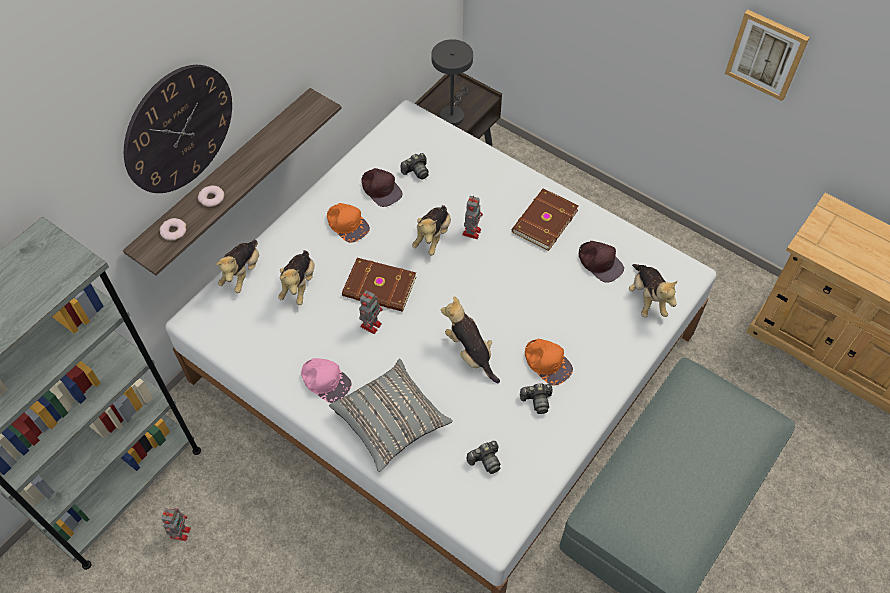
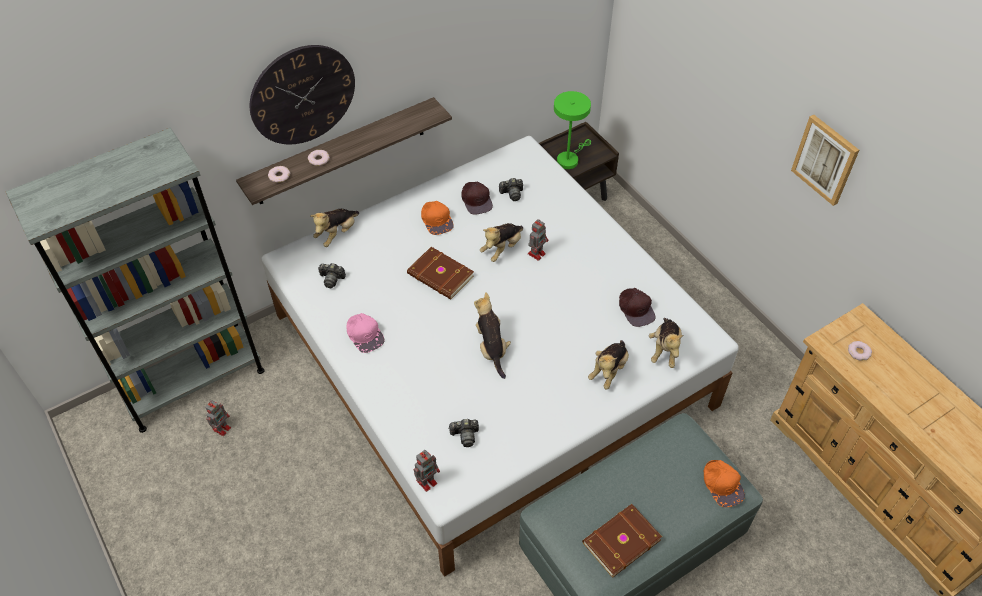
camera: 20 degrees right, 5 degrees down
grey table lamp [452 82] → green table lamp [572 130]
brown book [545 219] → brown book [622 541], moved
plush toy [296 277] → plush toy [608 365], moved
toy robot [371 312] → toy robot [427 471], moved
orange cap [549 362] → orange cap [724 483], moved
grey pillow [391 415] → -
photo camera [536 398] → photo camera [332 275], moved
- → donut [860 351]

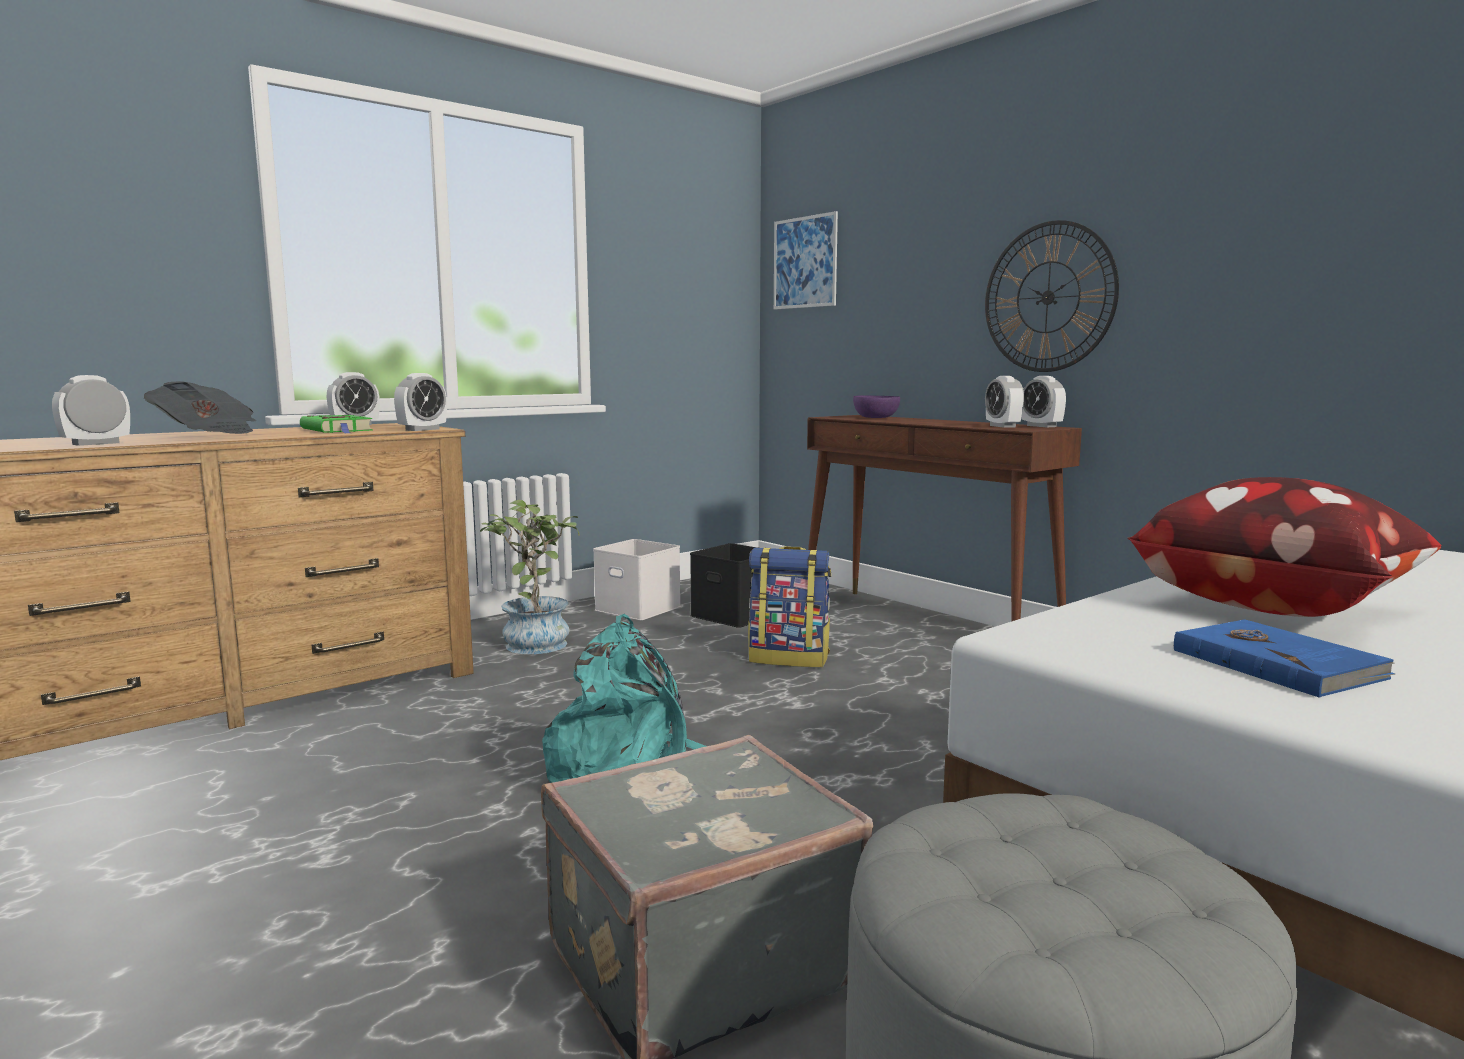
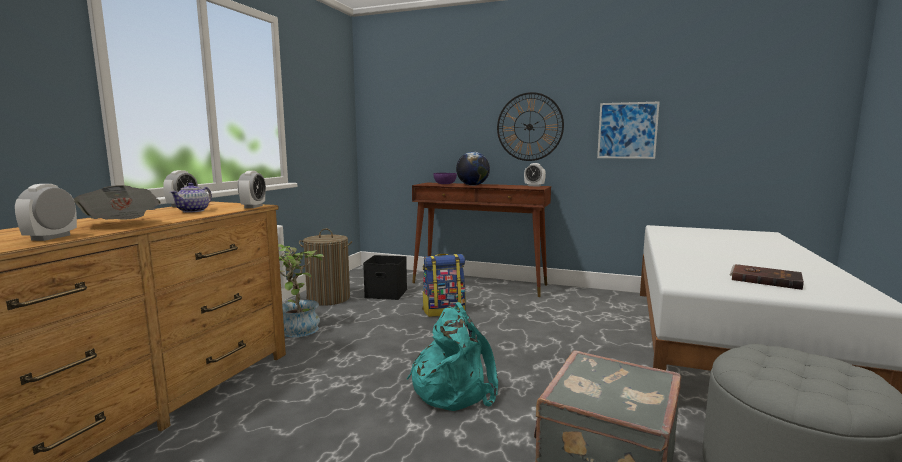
camera: 30 degrees left, 0 degrees up
picture [806 260] → picture [628 130], moved
alarm clock [1004 402] → -
green book [336 424] → teapot [191 198]
pillow [1284 547] → -
white storage box [637 579] → laundry basket [325 267]
blue book [1285 658] → brown book [767 277]
- → globe [473 169]

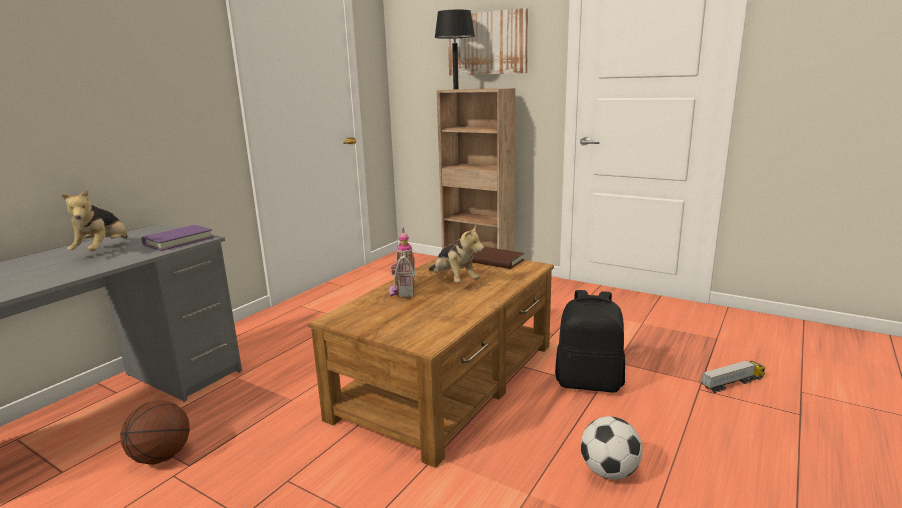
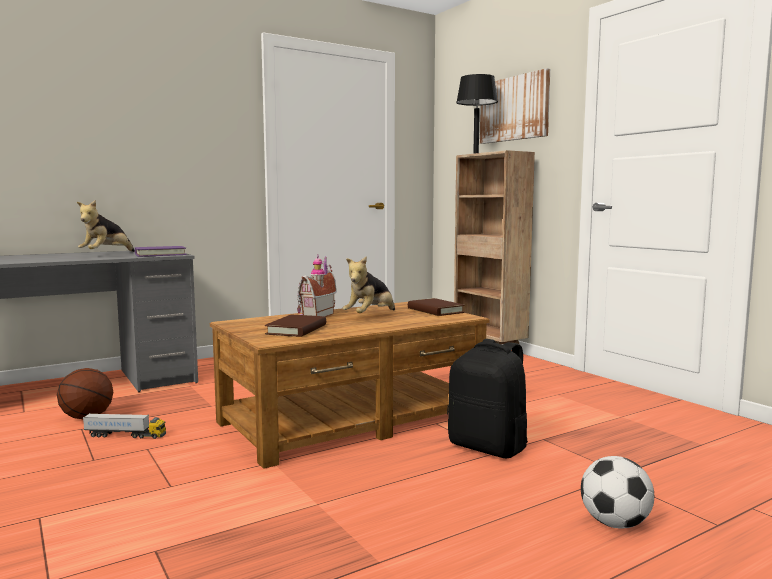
camera: 25 degrees right, 10 degrees down
plush toy [456 254] → plush toy [369 284], 45 degrees clockwise
toy truck [733 376] → toy truck [124 426], moved
football [612 448] → football [617 492], moved
- → brown book [295 326]

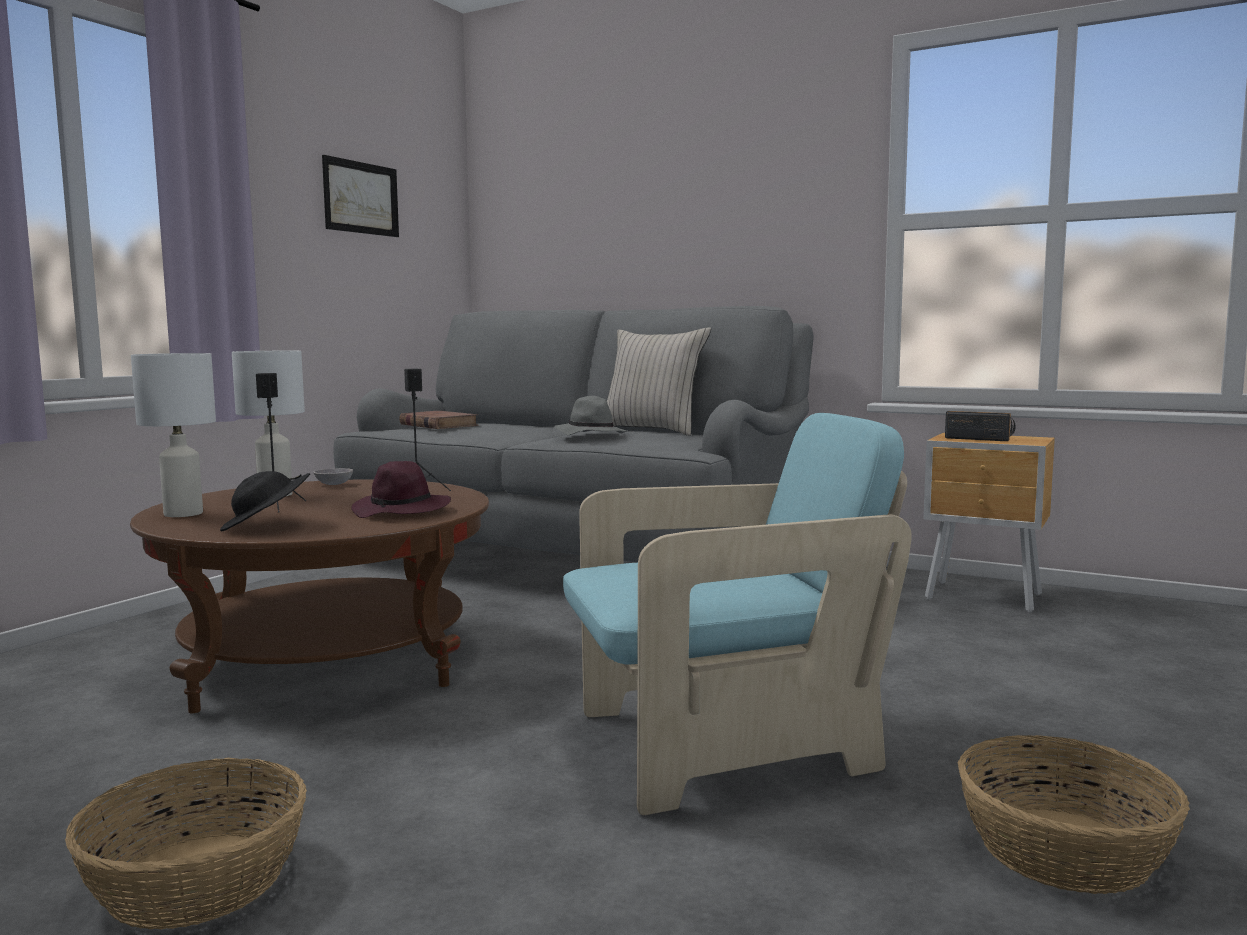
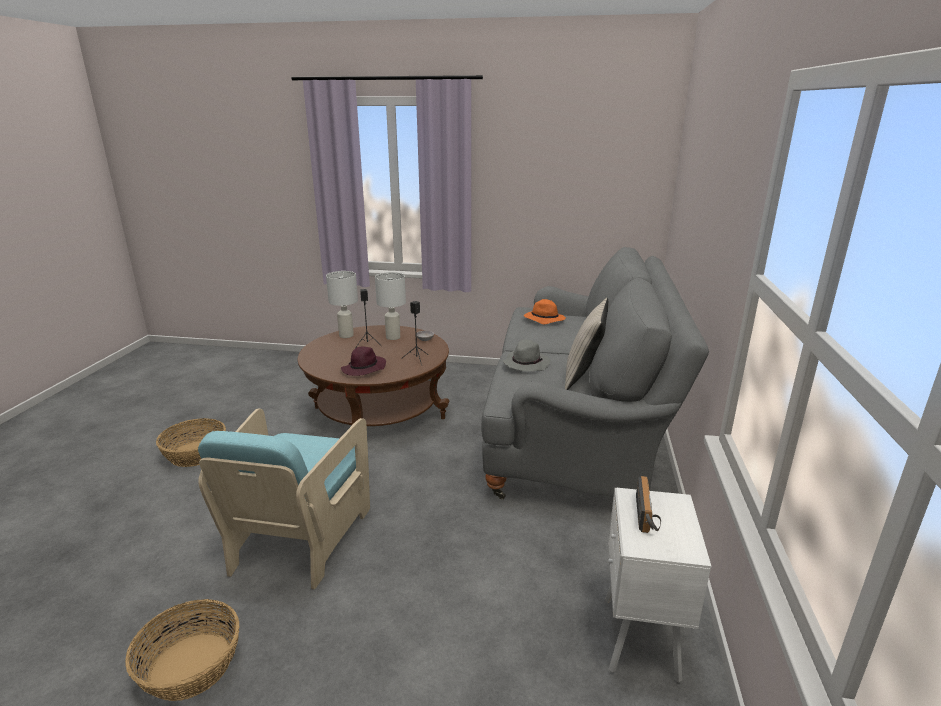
camera: 70 degrees right, 15 degrees up
picture [360 196] → -
brown book [439 420] → orange hat [545 311]
turquoise armchair [737 614] → turquoise armchair [284 499], 45 degrees clockwise
brown nightstand [989 523] → white nightstand [658 585]
black hat [265 501] → -

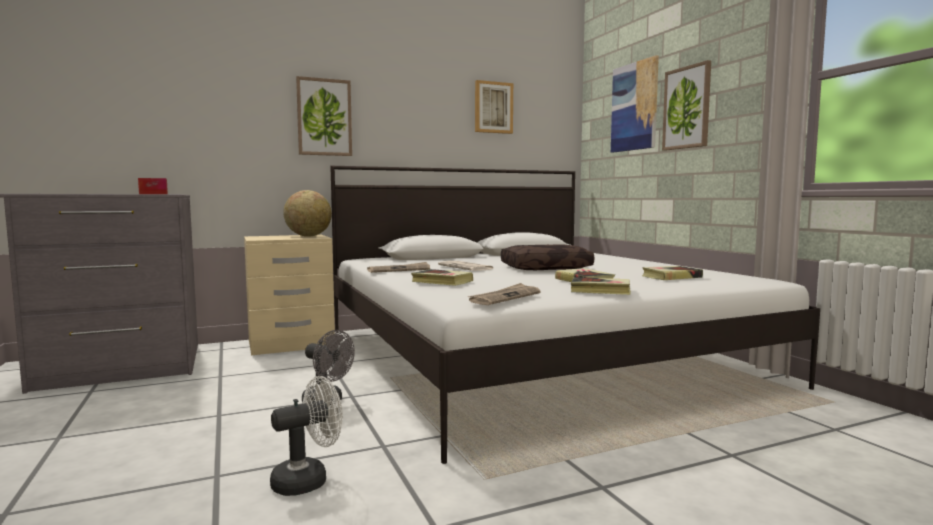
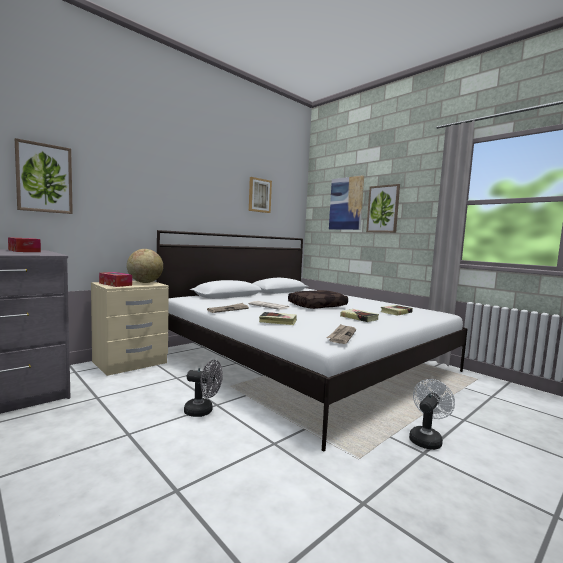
camera: 20 degrees left, 0 degrees up
picture [324 116] → picture [44 176], moved
book [601 286] → -
white fan [306 436] → white fan [432 414], moved
- → tissue box [115 279]

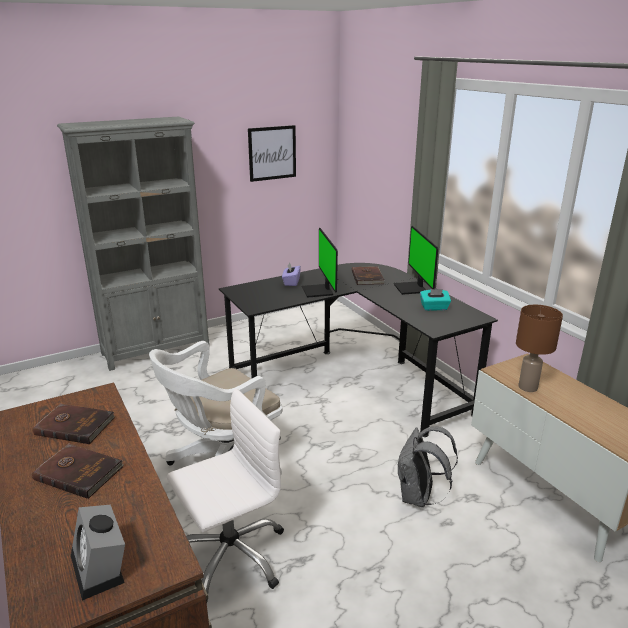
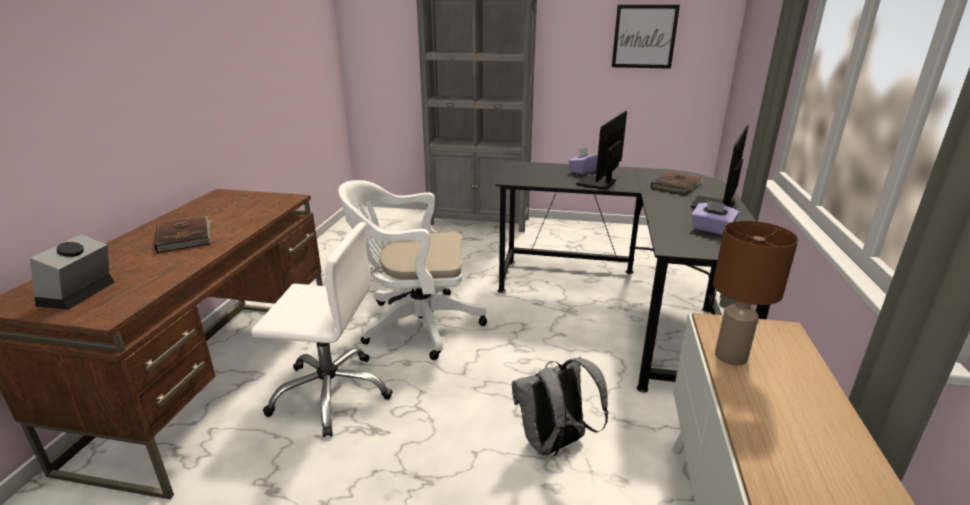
camera: 40 degrees right, 0 degrees up
turquoise tissue box [435 300] → purple tissue box [715 217]
brown book [74 424] → -

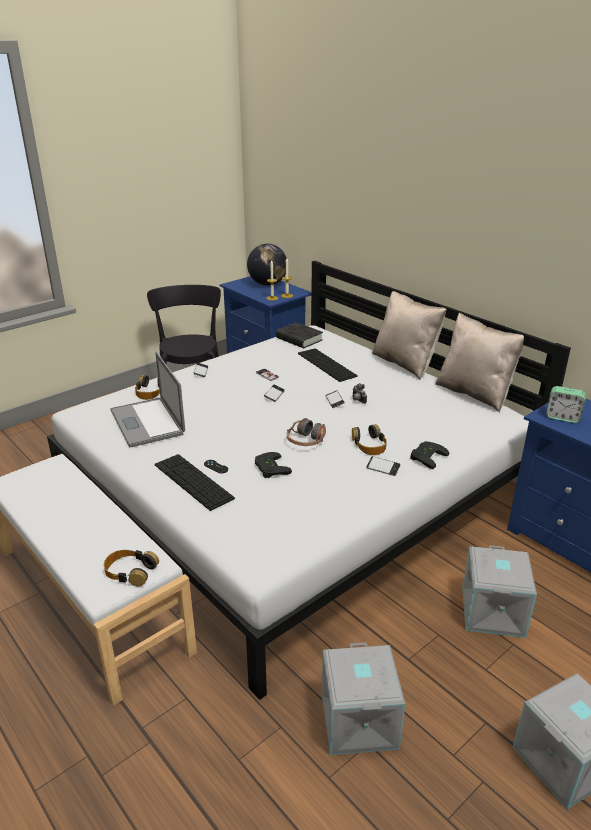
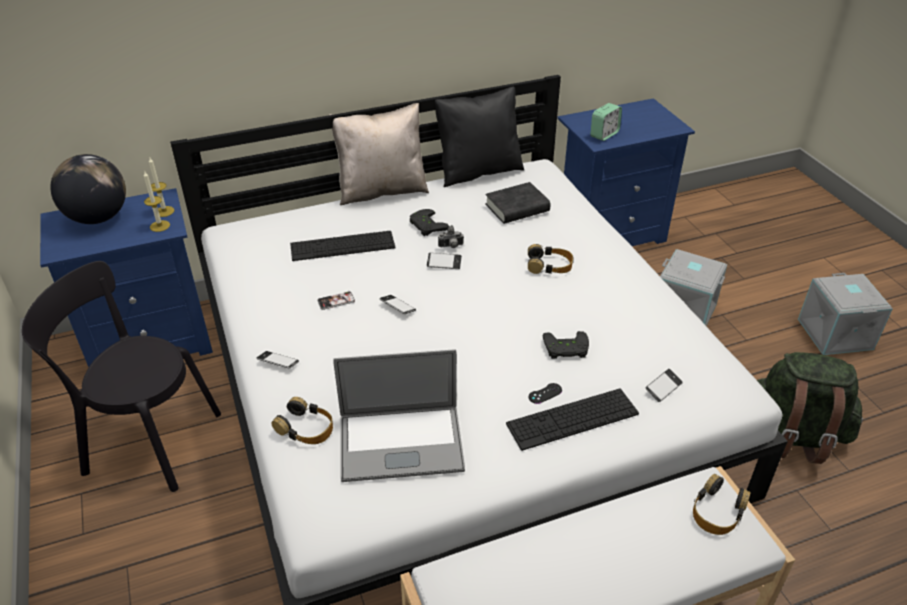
camera: 70 degrees left, 10 degrees up
beige pillow [480 362] → black pillow [479 137]
black book [299 335] → black book [517 203], moved
headphones [306 432] → -
black game controller [429 455] → black game controller [430 222], moved
phone [383 466] → phone [664 385], moved
grey storage box [363 698] → green backpack [810 408]

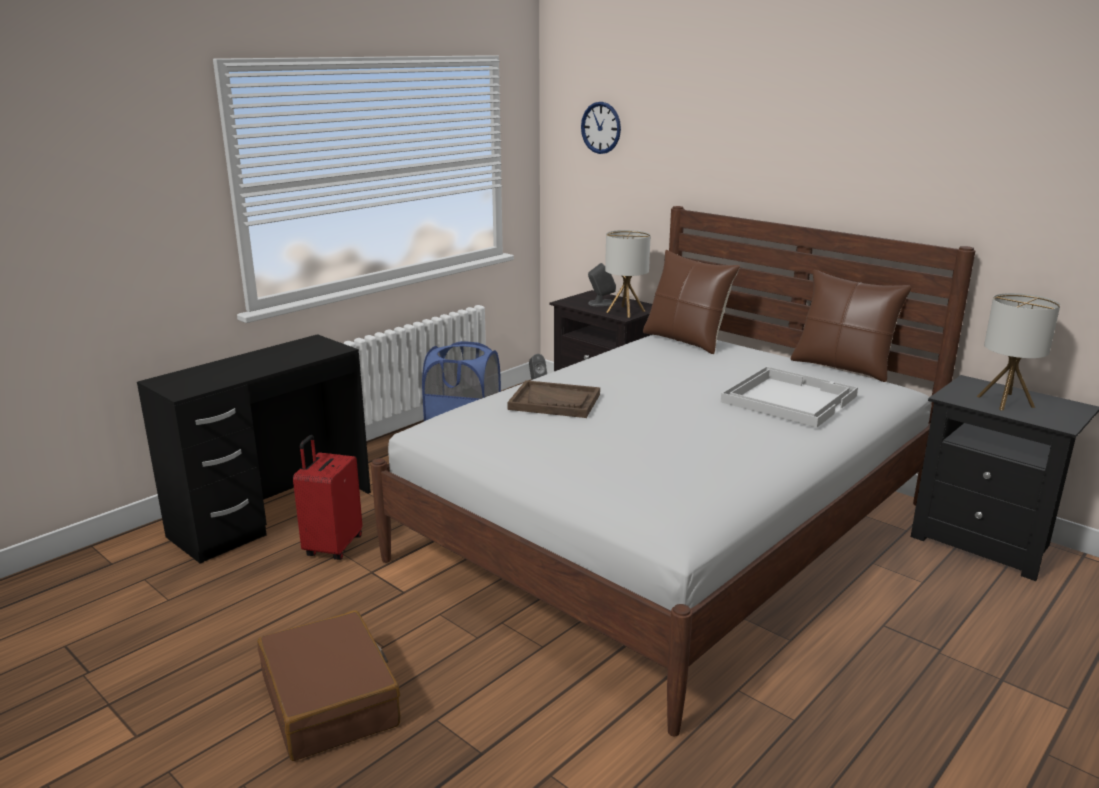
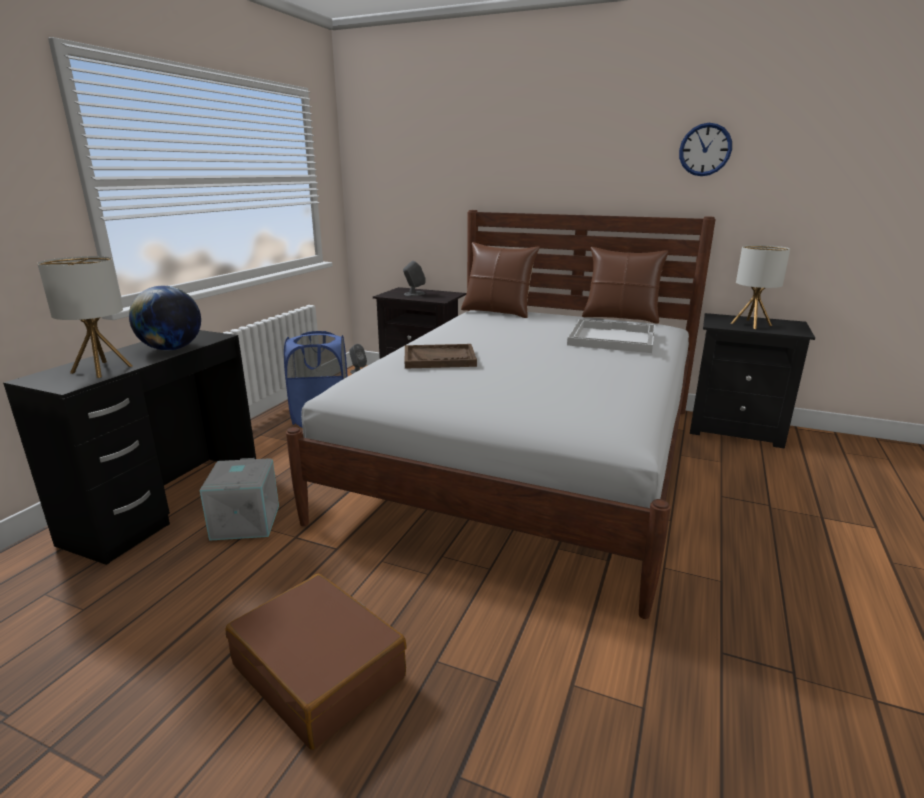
camera: 20 degrees left, 0 degrees up
wall clock [601 128] → wall clock [705 149], moved
table lamp [628 274] → table lamp [85 317], moved
red suitcase [327 497] → grey storage box [239 499]
- → globe [165 318]

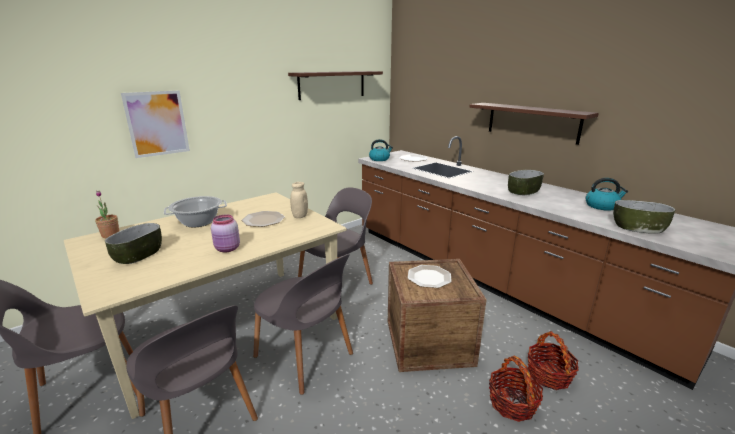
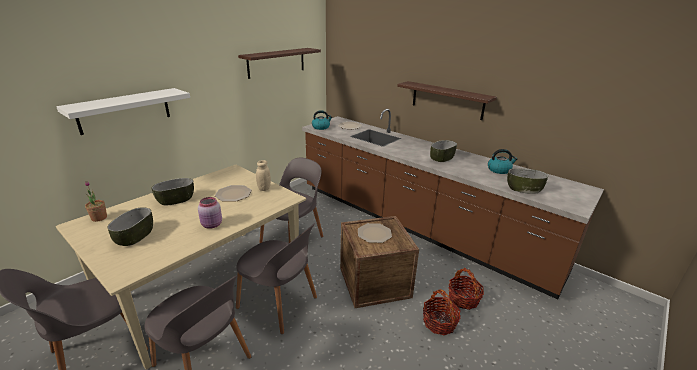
camera: 10 degrees left, 5 degrees up
picture [155 124] → white shelf [123 111]
cooking pot [195 211] → bowl [173 192]

